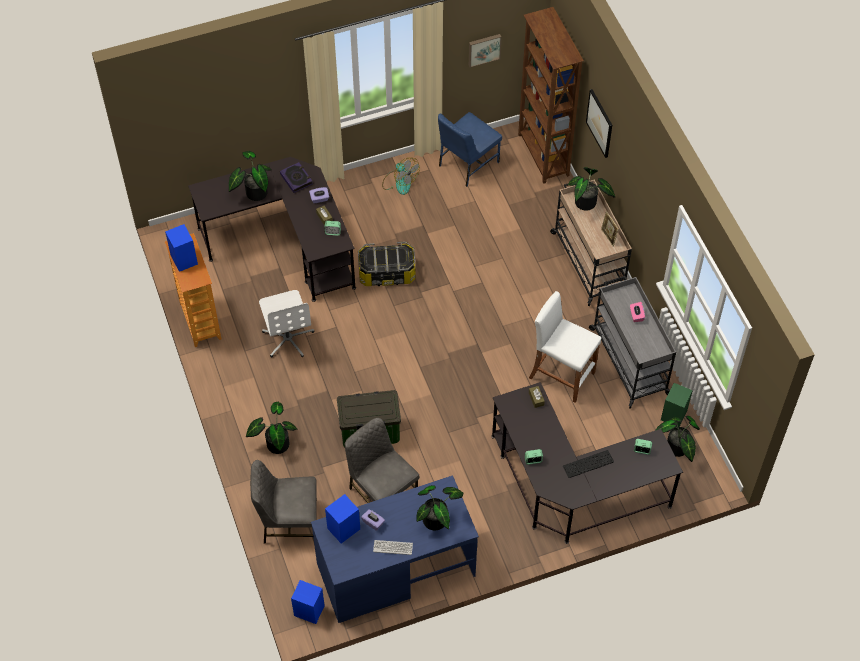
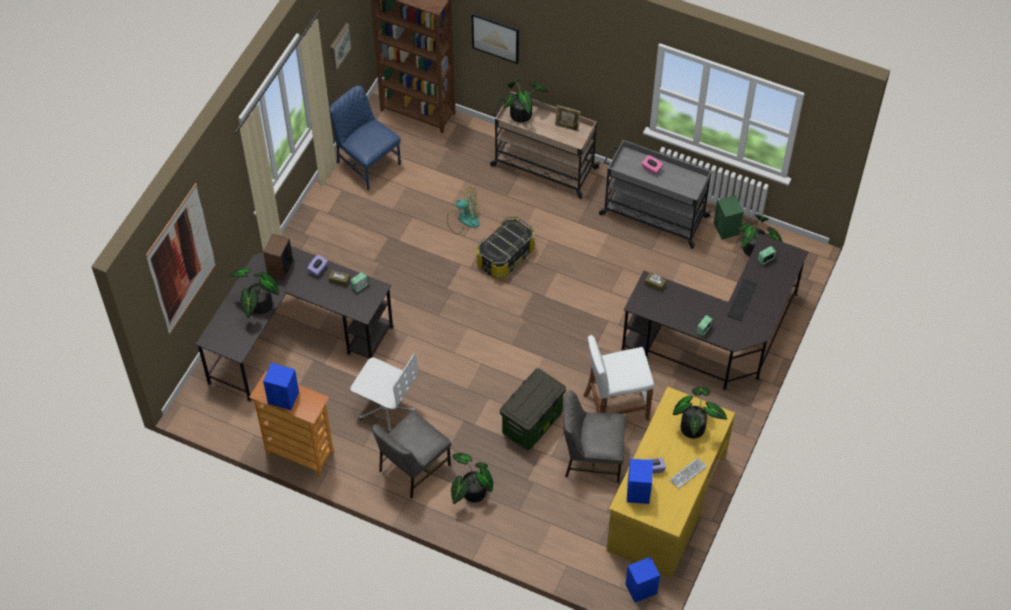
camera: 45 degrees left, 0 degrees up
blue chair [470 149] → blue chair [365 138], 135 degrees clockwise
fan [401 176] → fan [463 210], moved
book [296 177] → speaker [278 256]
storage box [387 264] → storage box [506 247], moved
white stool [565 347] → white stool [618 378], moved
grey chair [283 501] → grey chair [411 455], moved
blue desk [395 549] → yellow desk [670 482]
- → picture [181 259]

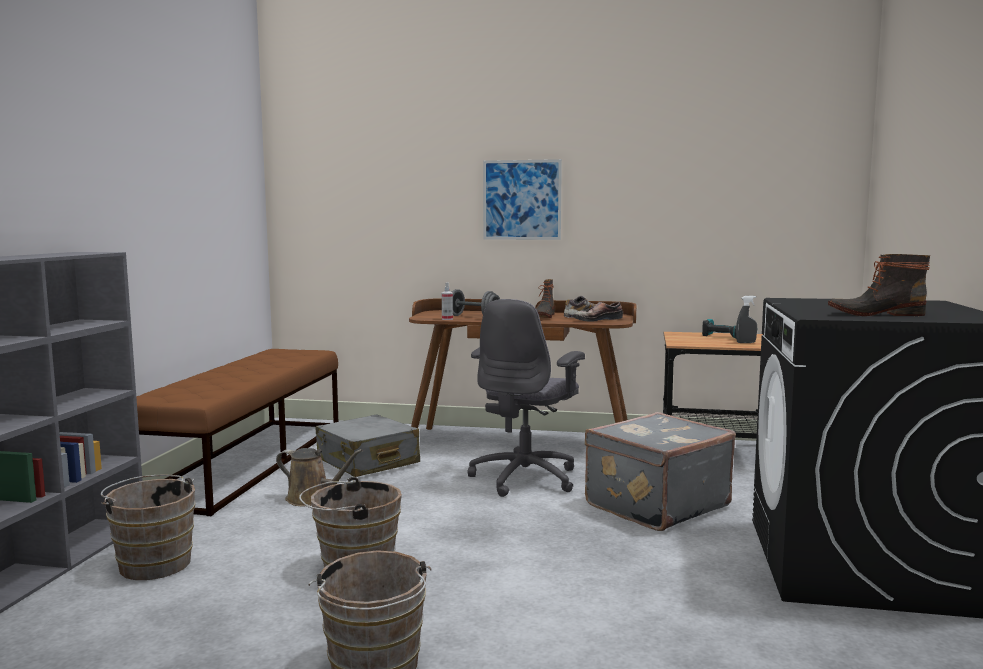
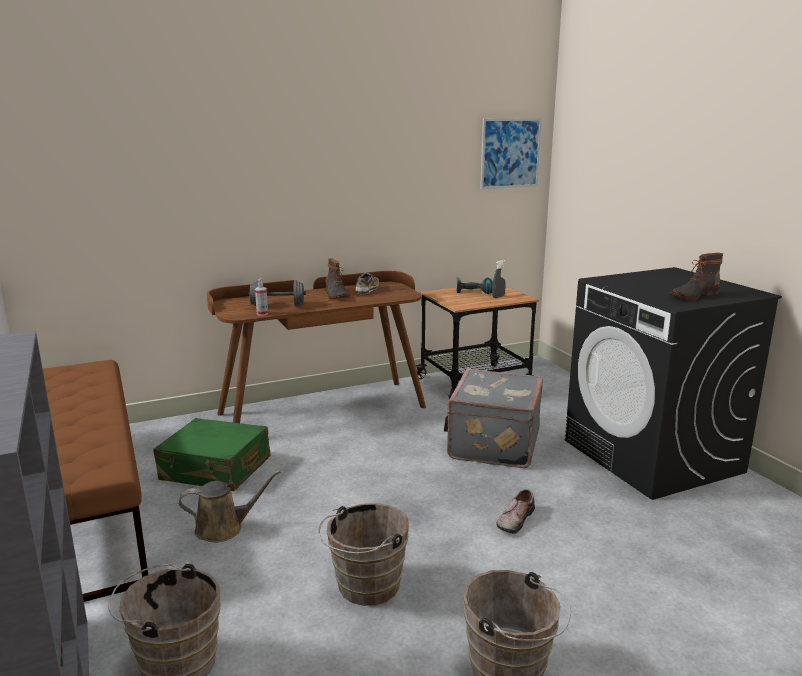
camera: 35 degrees left, 10 degrees up
picture [522 199] → picture [511 153], moved
grey office chair [526 398] → -
shoe [598 311] → shoe [515 511], moved
grey suitcase [368 445] → green suitcase [211 454]

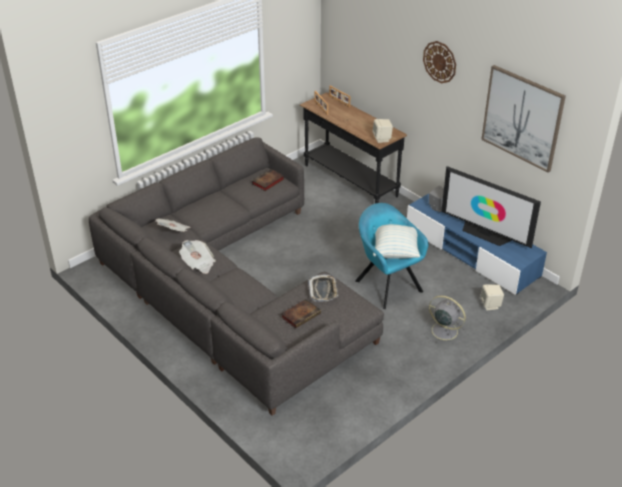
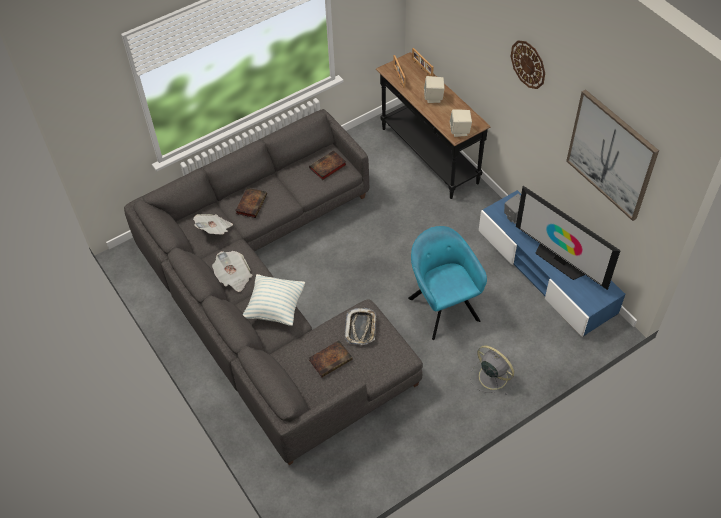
camera: 10 degrees right, 15 degrees up
pillow [396 241] → pillow [274 300], moved
beige speaker [492 298] → beige speaker [434 89], moved
- → book [251 203]

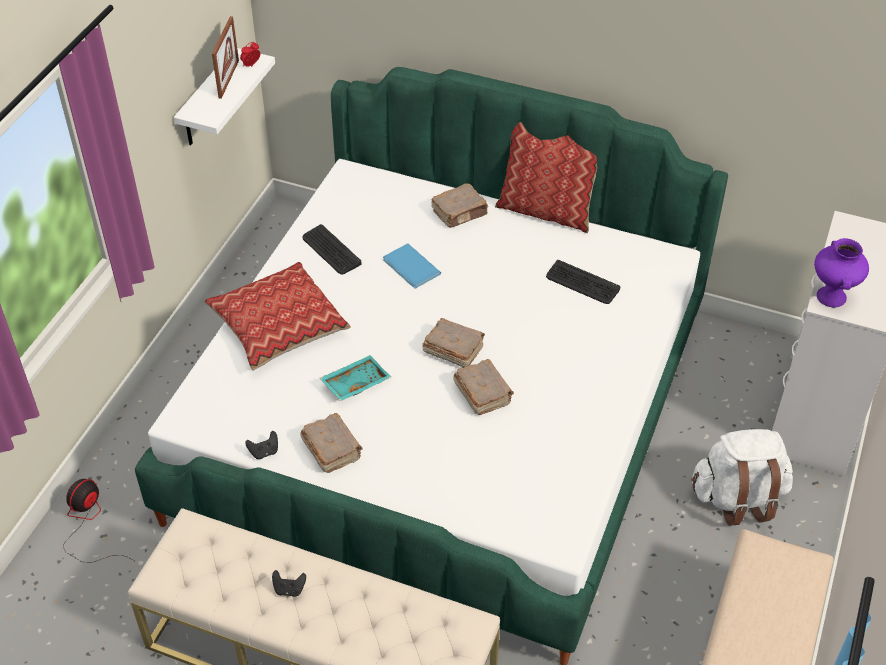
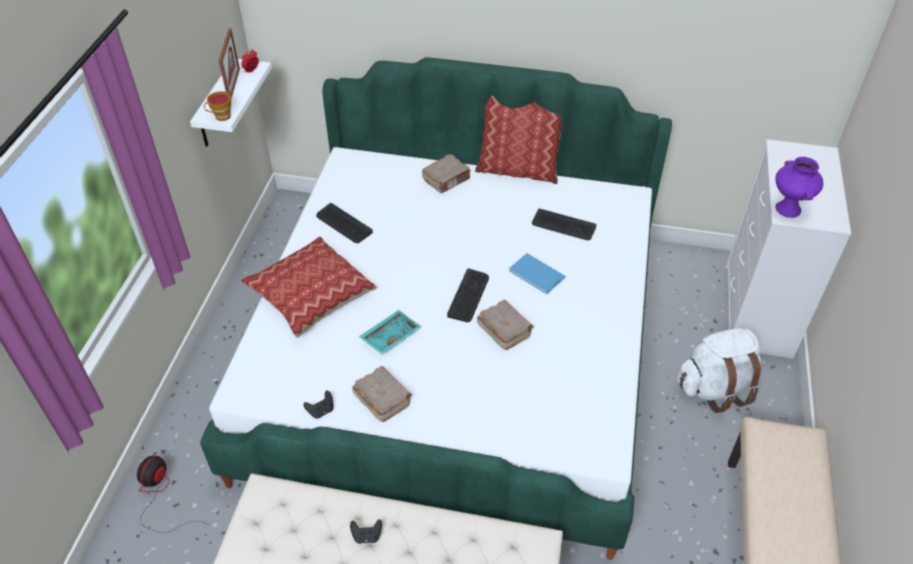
camera: 10 degrees left, 0 degrees up
blue book [412 266] → blue book [537 273], moved
brown book [453 342] → keyboard [468 295]
- → cup [217 106]

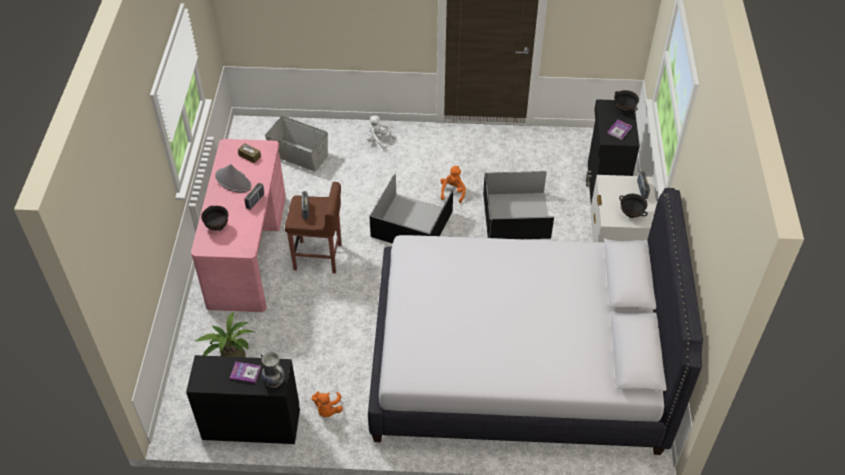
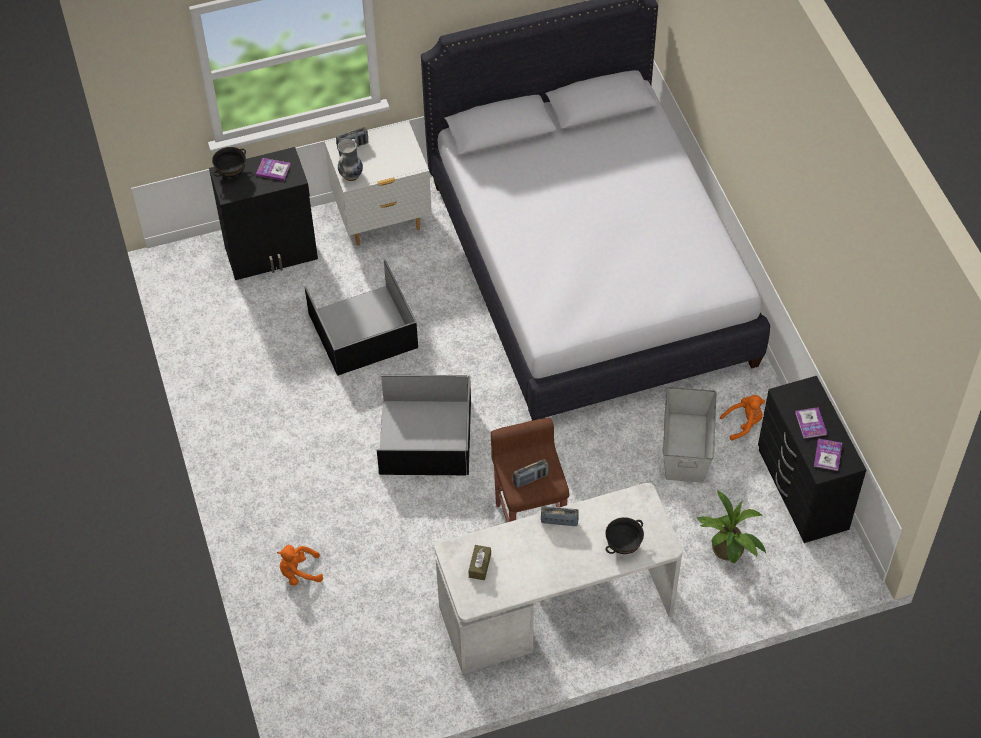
camera: 110 degrees left, 5 degrees up
grey storage box [296 144] → grey storage box [689 435], moved
white plush toy [381 132] → -
pink desk [238 225] → white desk [559 578]
grey hat [233 178] → -
orange plush toy [453 184] → orange plush toy [300 565], moved
black bowl [633 206] → -
vase [273 370] → vase [350 160], moved
- → book [828 454]

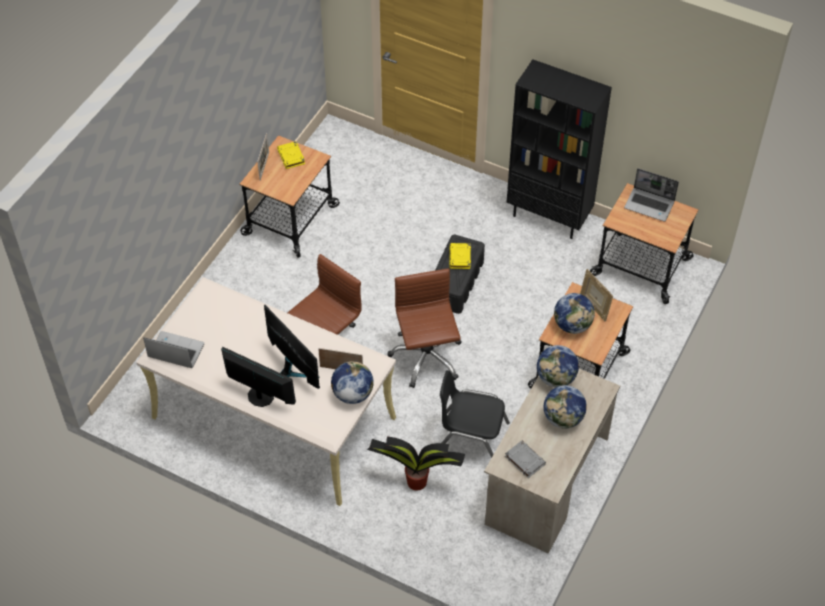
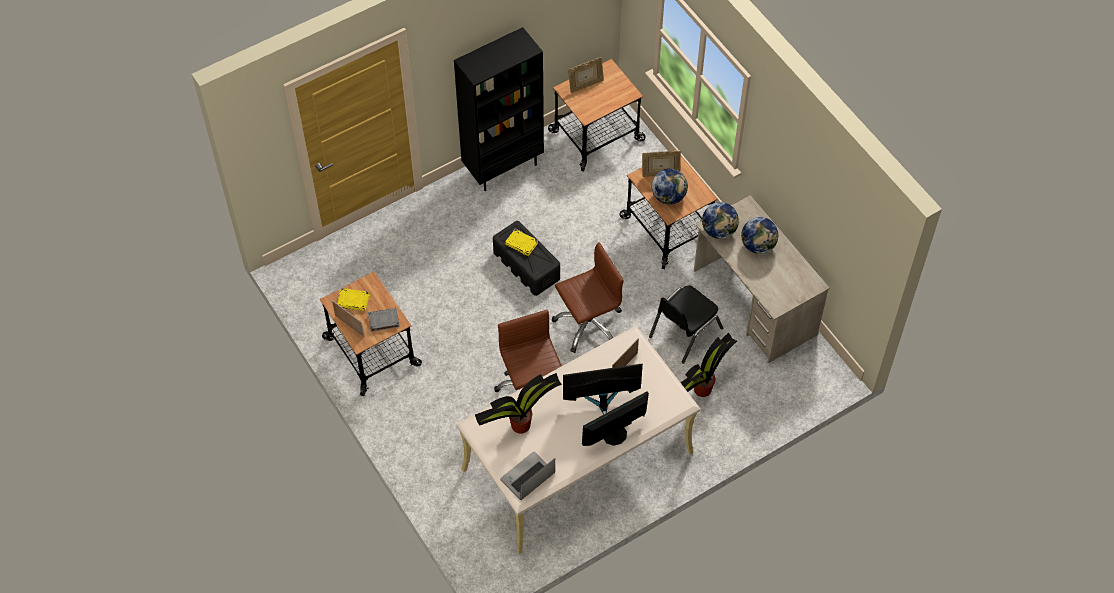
camera: 60 degrees left, 5 degrees up
laptop [651 195] → picture frame [586 75]
brown office chair [424 328] → brown office chair [588 297], 135 degrees clockwise
globe [352 382] → -
grey book [525 459] → grey book [384 320], moved
- → potted plant [518 403]

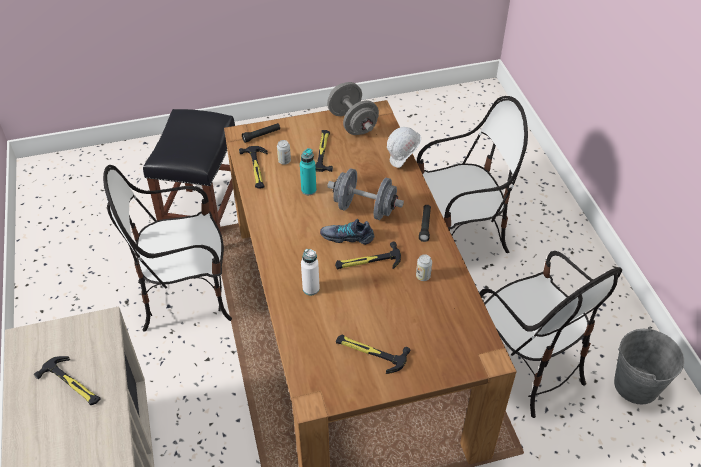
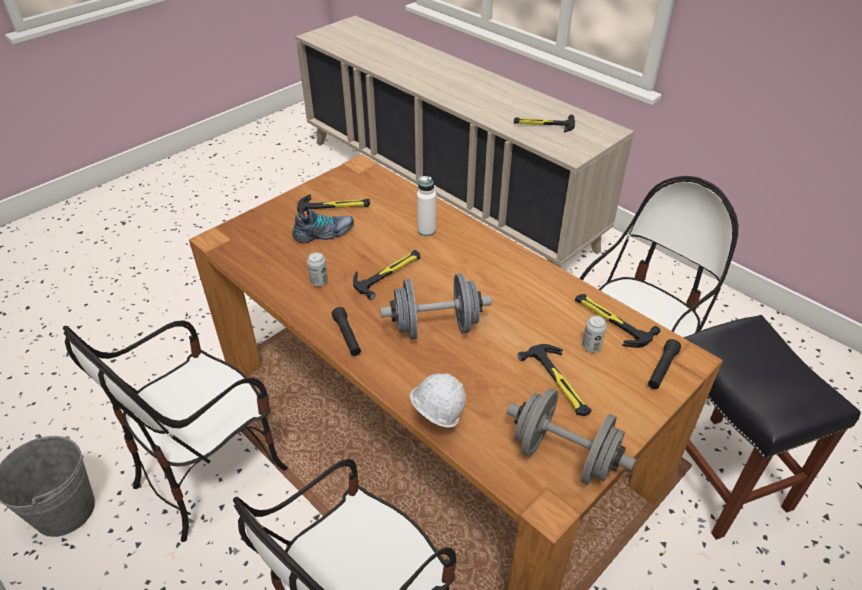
camera: 150 degrees right, 5 degrees down
turquoise bottle [308 171] → -
shoe [347 232] → shoe [323 226], moved
chair [550 334] → chair [175 431], 75 degrees counterclockwise

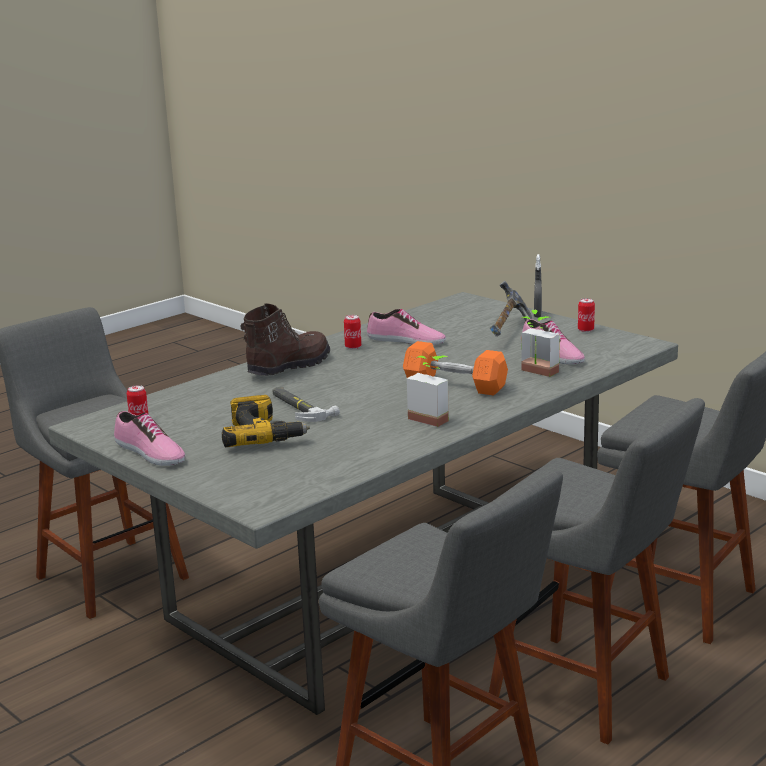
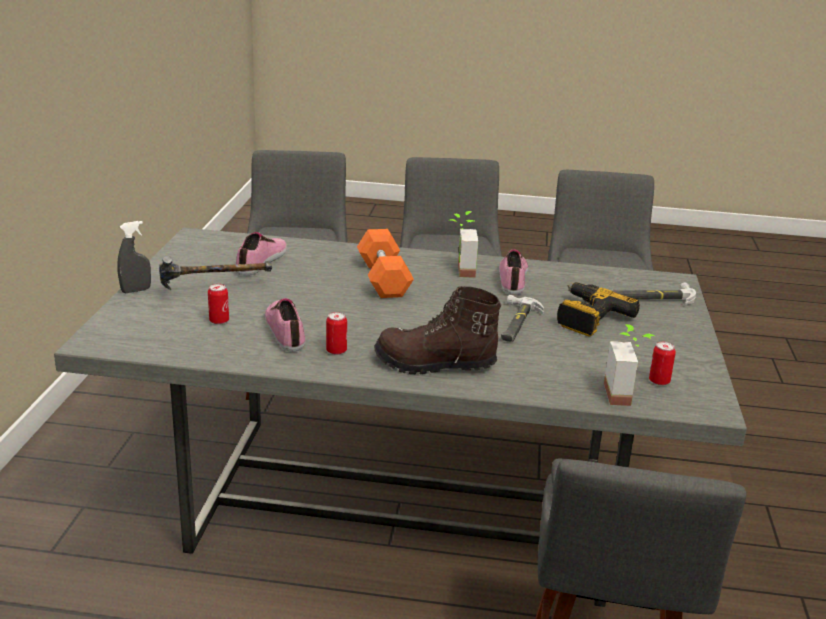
camera: 130 degrees left, 5 degrees up
can [586 315] → can [218 304], moved
potted plant [540 343] → potted plant [629 365], moved
shoe [149 438] → shoe [513 272], moved
- → hammer [653 293]

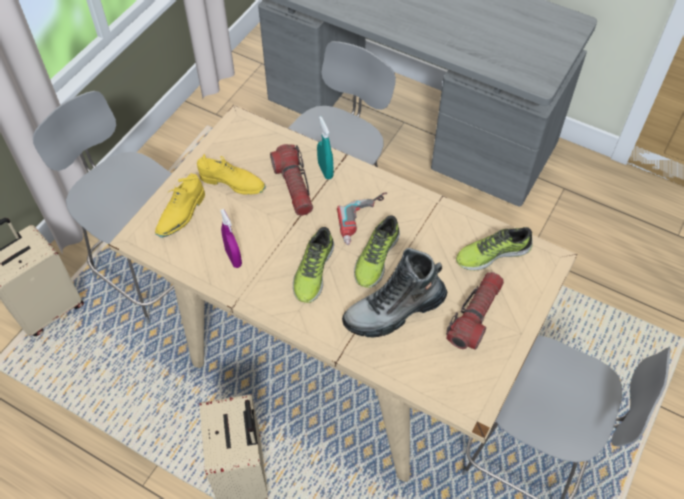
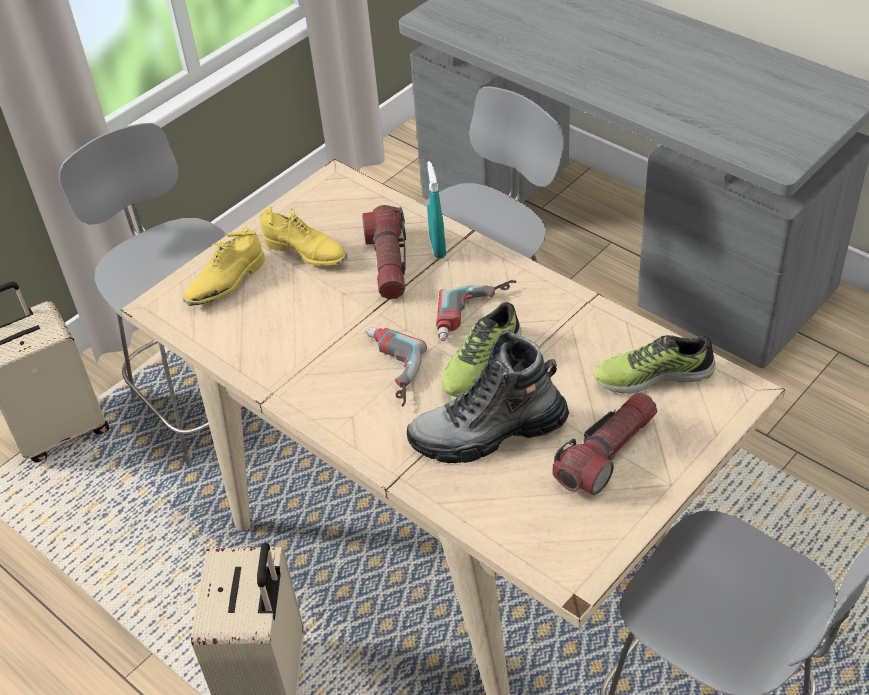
camera: 15 degrees right, 10 degrees down
purple spray bottle [231 238] → -
shoe [313 265] → power drill [395 367]

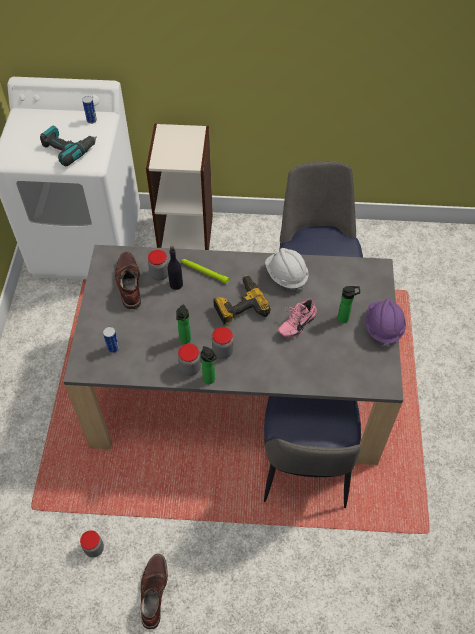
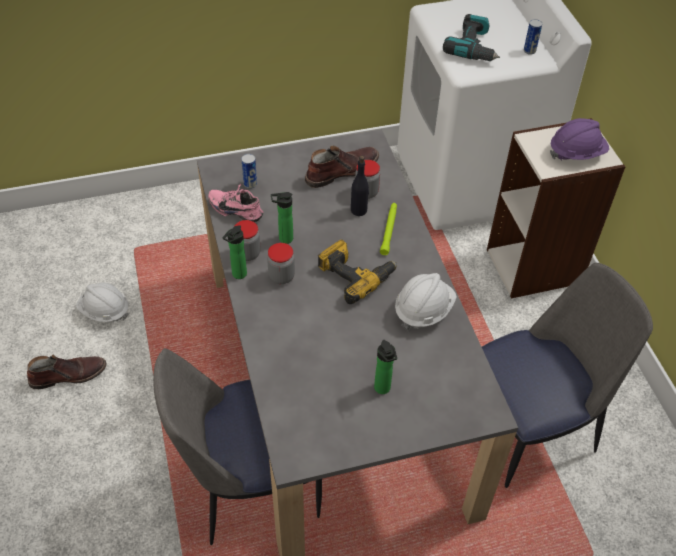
camera: 70 degrees right, 5 degrees down
purple hard hat [385 323] → purple hard hat [579 139], moved
pink shoe [297 318] → pink shoe [235 203], moved
jar [92 544] → white hard hat [102 302]

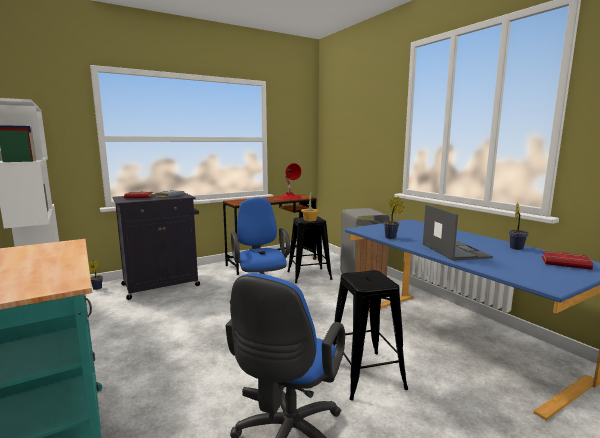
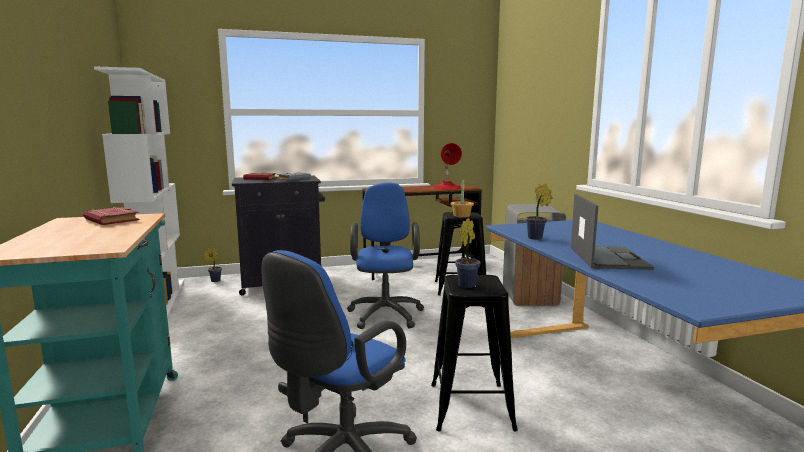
camera: 15 degrees right, 0 degrees up
potted plant [519 226] → potted plant [467 253], moved
red book [567 260] → red book [111 216], moved

